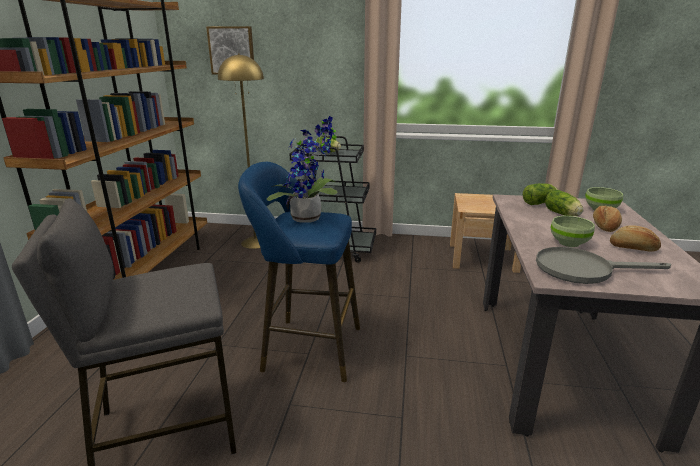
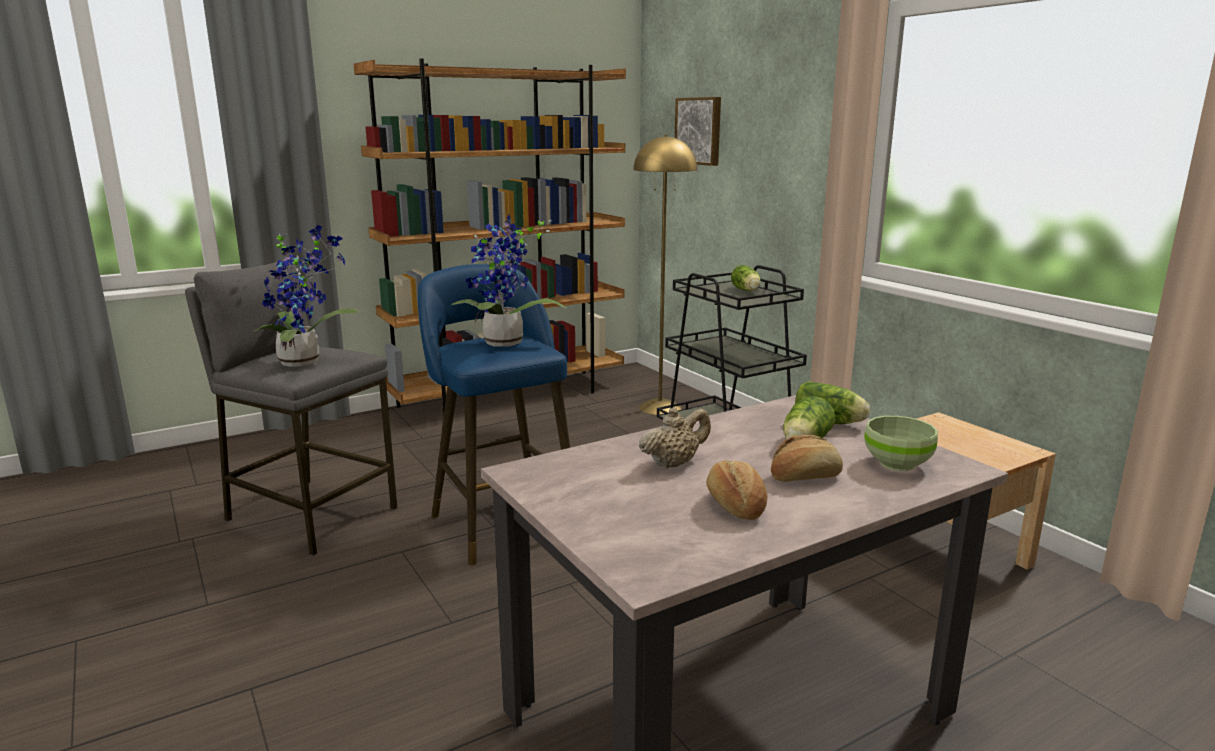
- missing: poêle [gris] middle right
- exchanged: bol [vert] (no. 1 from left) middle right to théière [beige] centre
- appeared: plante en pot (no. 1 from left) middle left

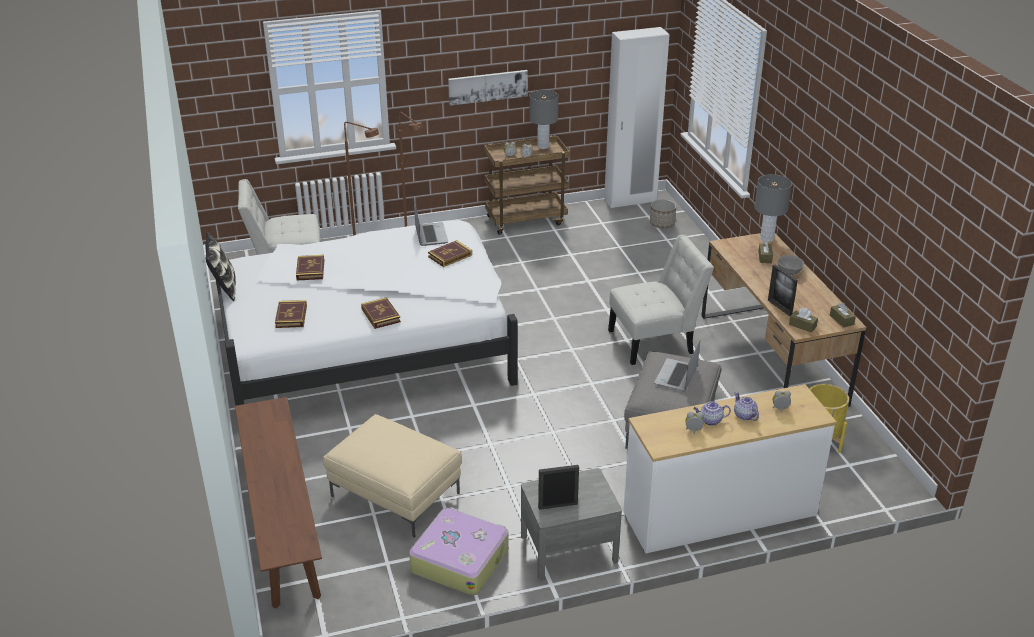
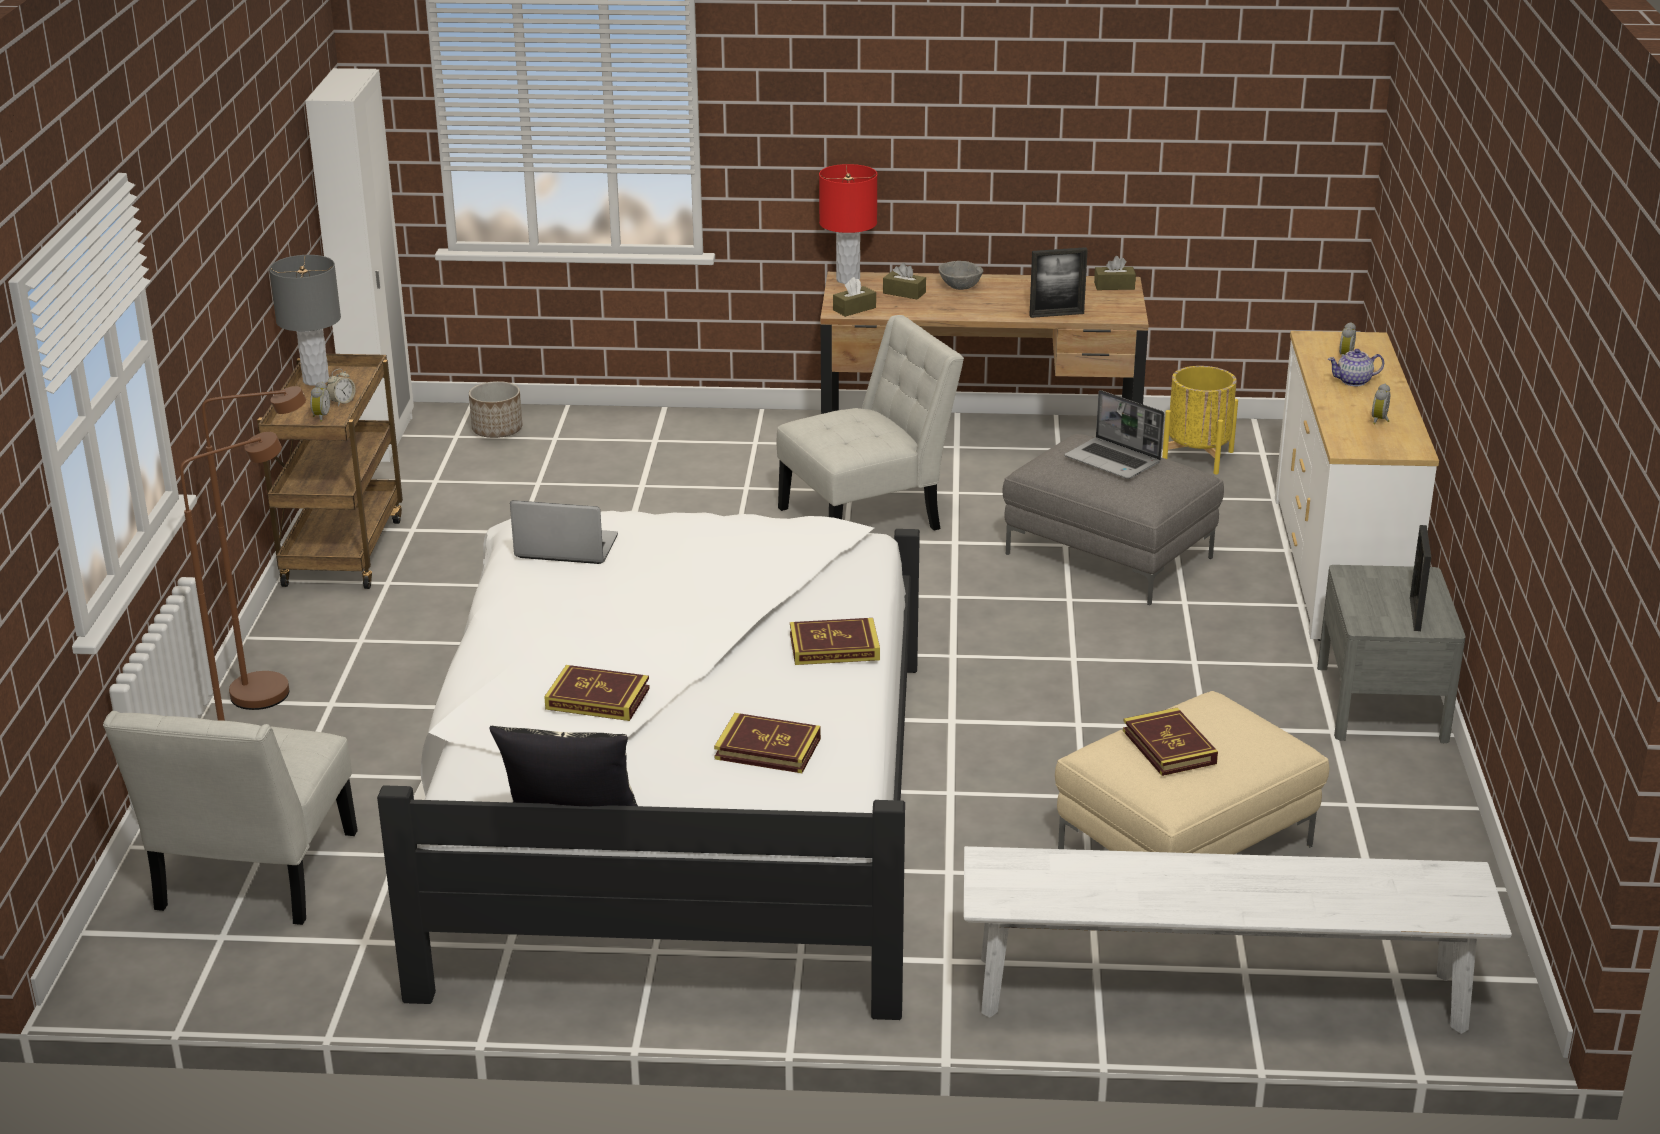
- colour: banc [marron] bottom left to banc [blanc] bottom right
- missing: valise bottom centre
- relocated: livre (no. 4 from left) centre to middle right
- missing: tableau top centre
- spun: chaise [blanc] (no. 2 from left) centre = centre 60 degrees clockwise
- missing: théière (no. 1 from left) middle right
- colour: lampe de table [gris] (no. 2 from left) top right to lampe de table [rouge] top centre
- relocated: boîte à mouchoirs [marron] (no. 2 from left in the first image) middle right to boîte à mouchoirs [marron] (no. 1 from left) top centre

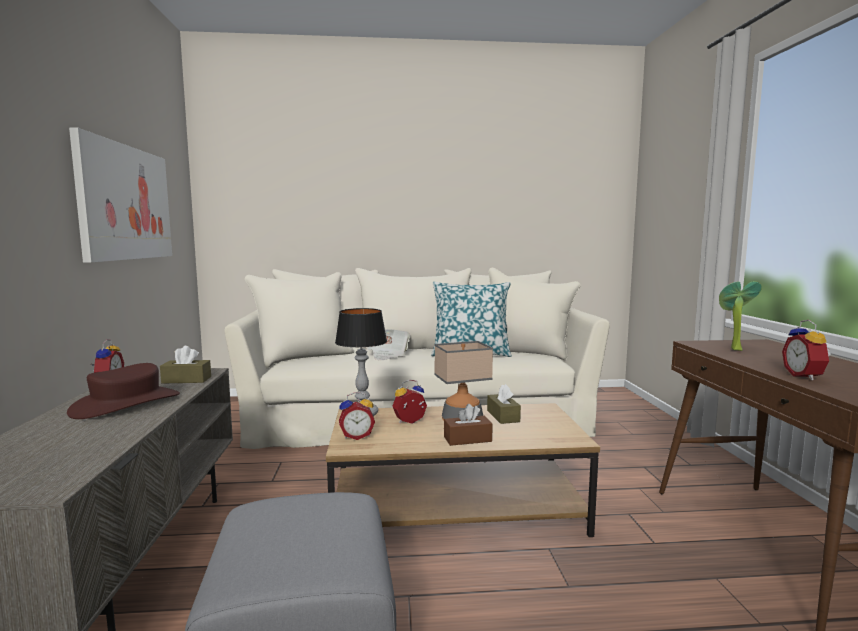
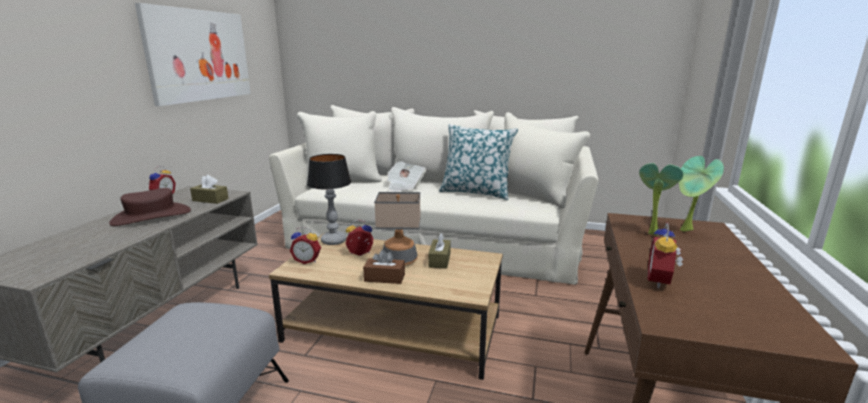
- appeared: plante en pot (no. 2 from left) middle right

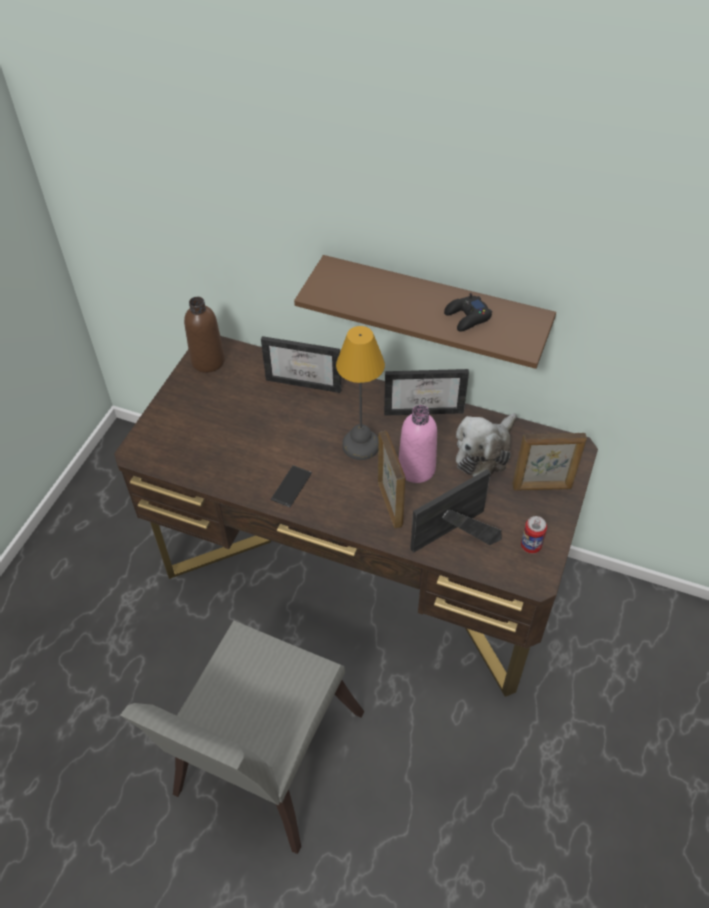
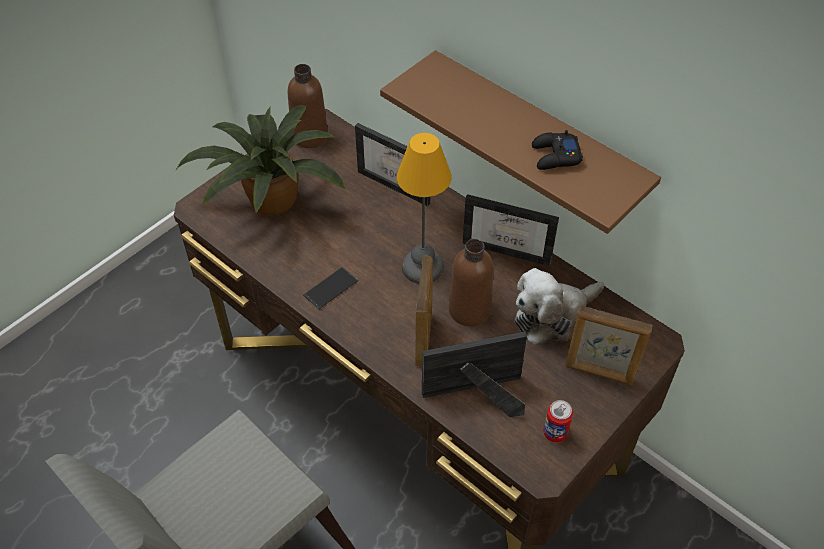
- colour: bouteille [rose] centre to bouteille [marron] (no. 2 from left) centre
- appeared: plante en pot top left

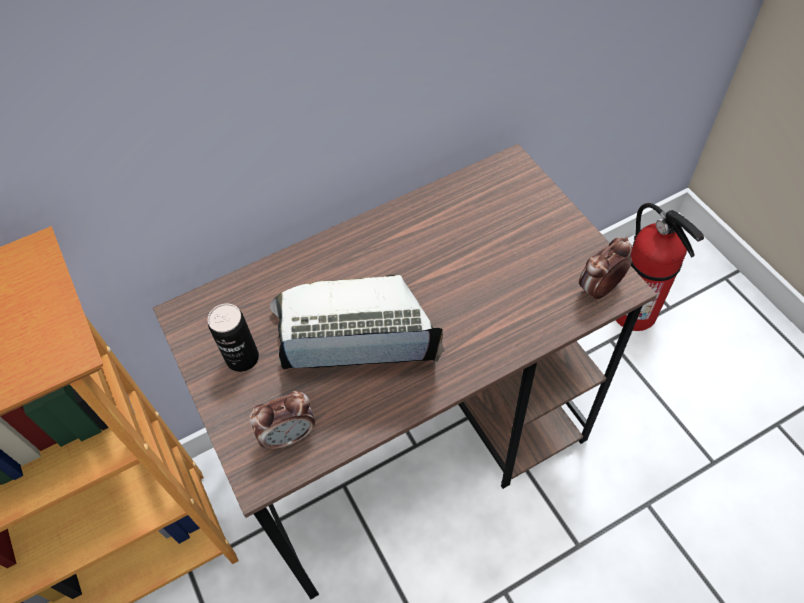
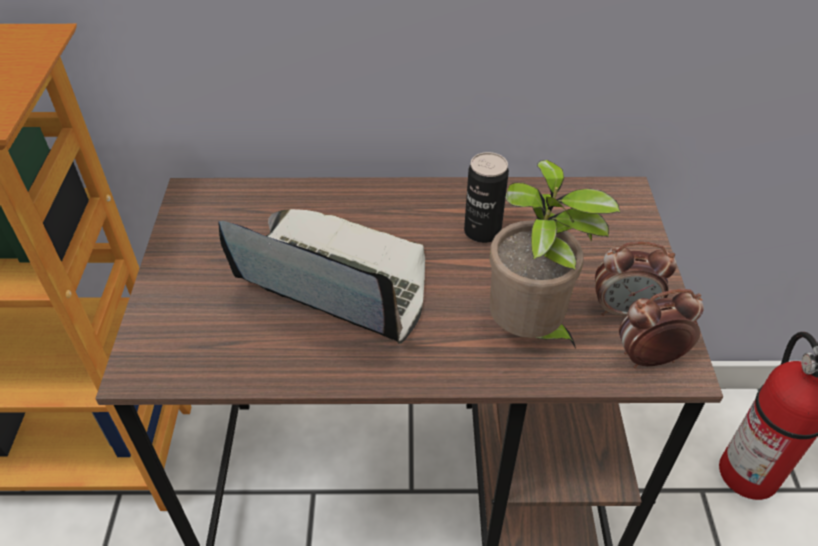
- relocated: boîte métallique middle left to centre
- relocated: réveil (no. 1 from left) bottom centre to middle right
- appeared: plante en pot middle right

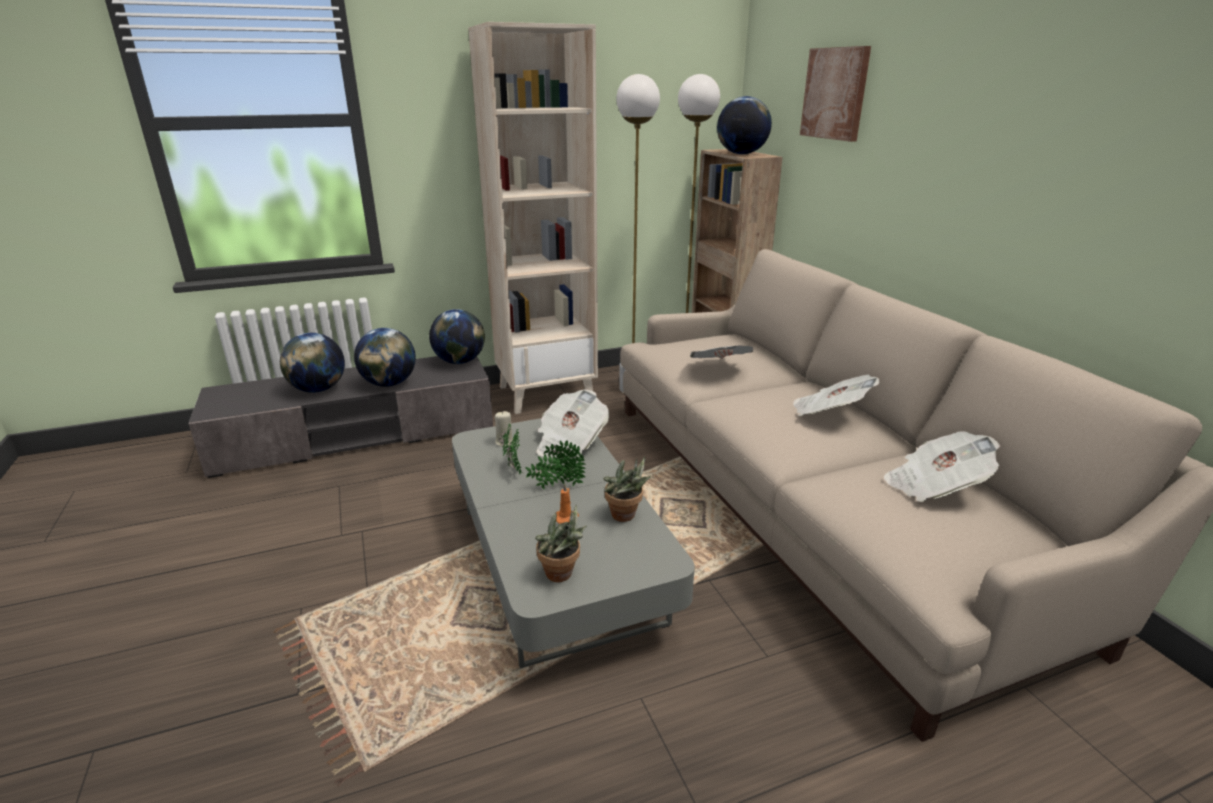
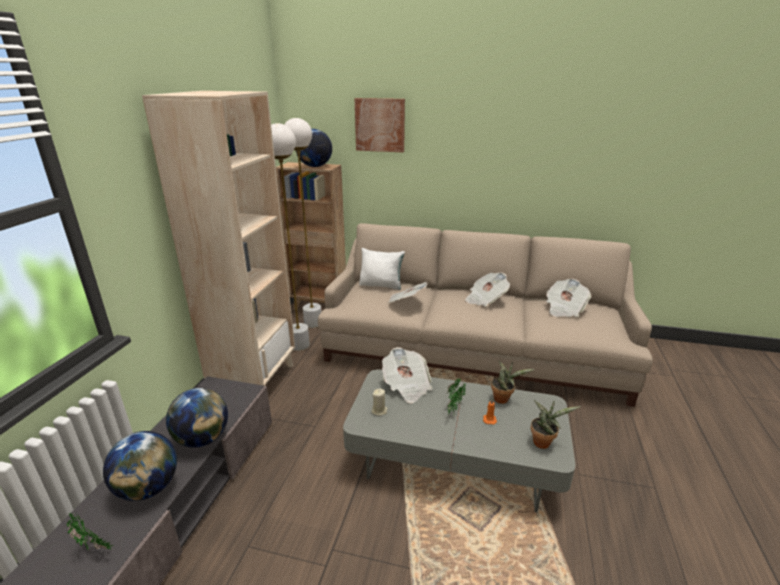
- missing: globe (no. 3 from left) centre
- relocated: plante en pot (no. 1 from left) centre to bottom left
- appeared: coussin [blanc] centre

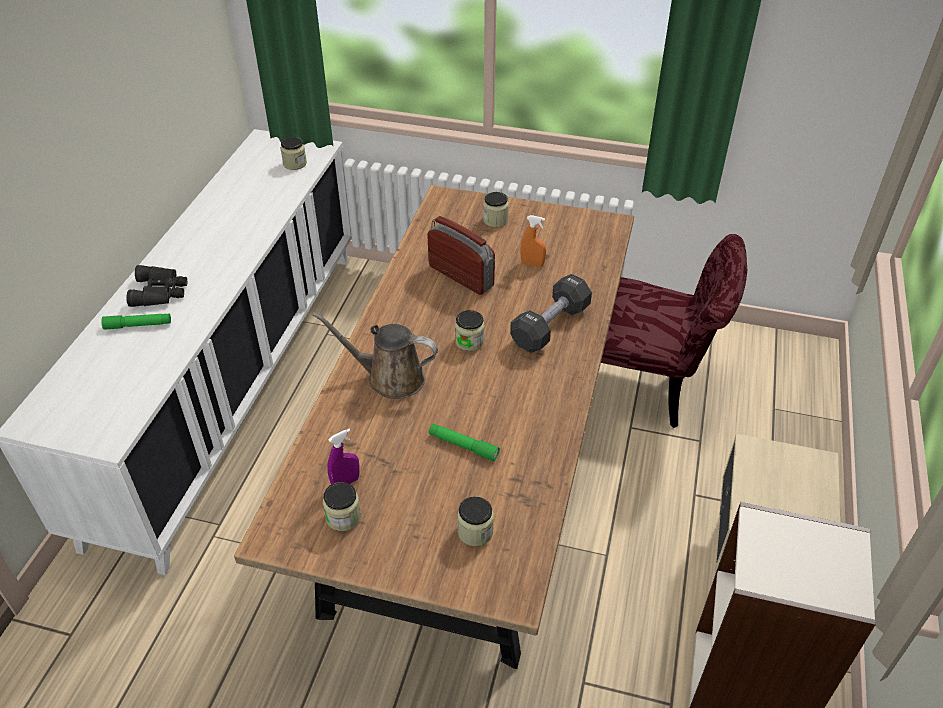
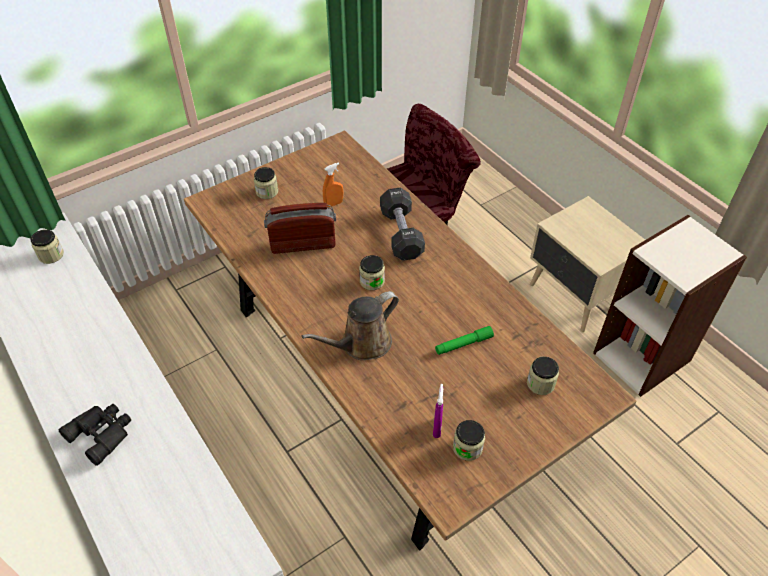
- missing: lampe de poche [vert] (no. 1 from left) middle left

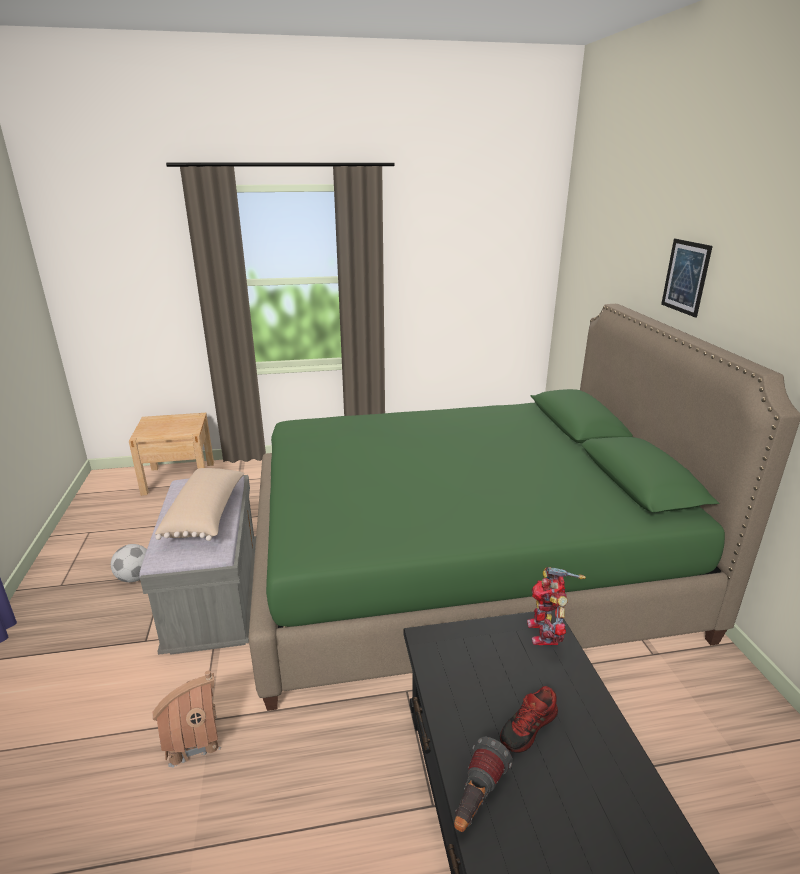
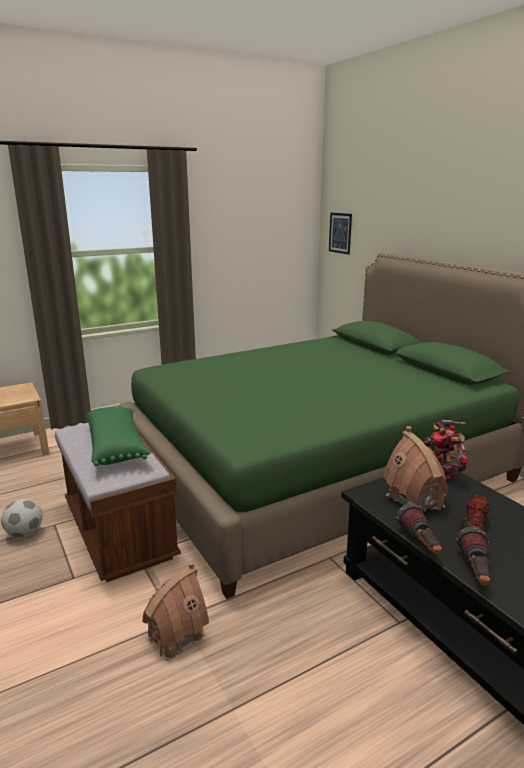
- colour: banc [gris] middle left to banc [marron] middle left
- colour: coussin [beige] middle left to coussin [vert] middle left
- relocated: tableau top right to top centre
- appeared: maison miniature (no. 2 from left) middle right
- appeared: lampe de poche (no. 1 from left) bottom right

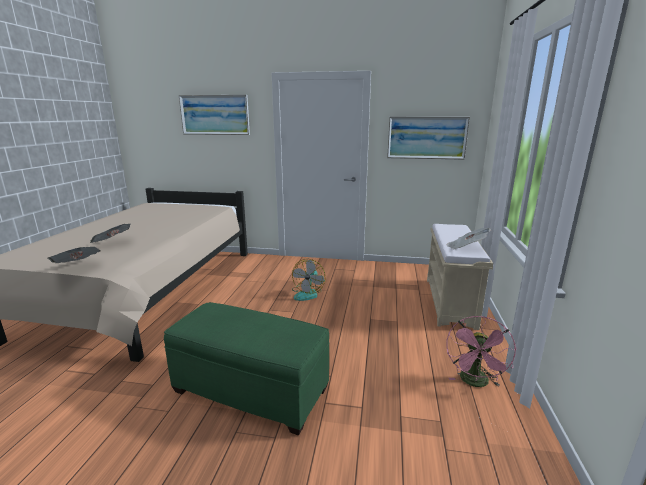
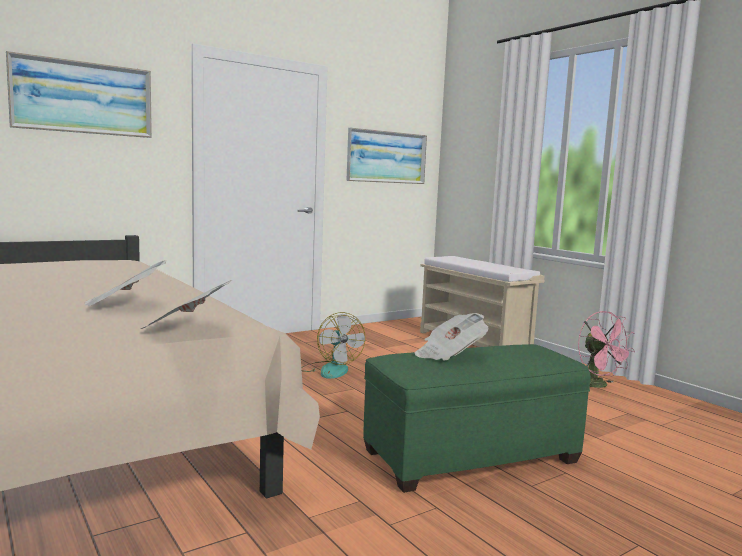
- relocated: journal (no. 3 from left) middle right to centre

